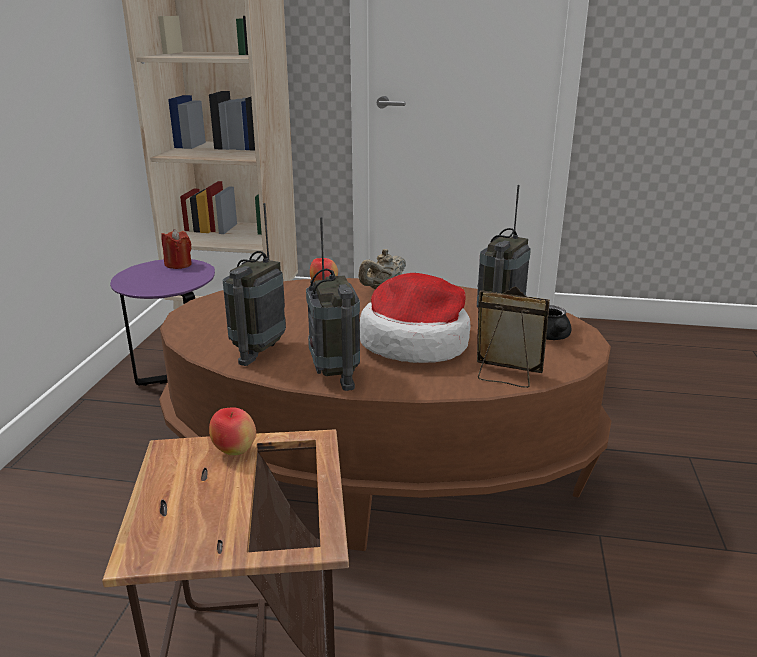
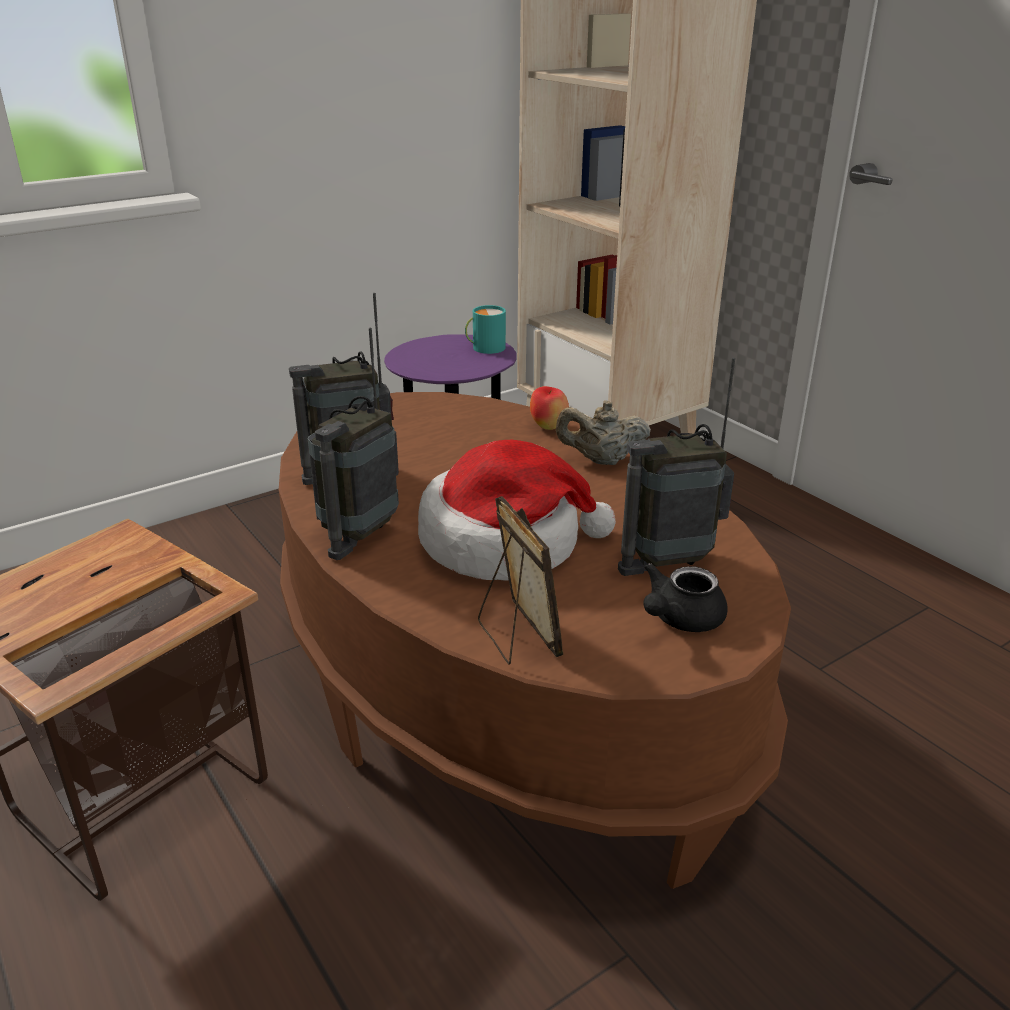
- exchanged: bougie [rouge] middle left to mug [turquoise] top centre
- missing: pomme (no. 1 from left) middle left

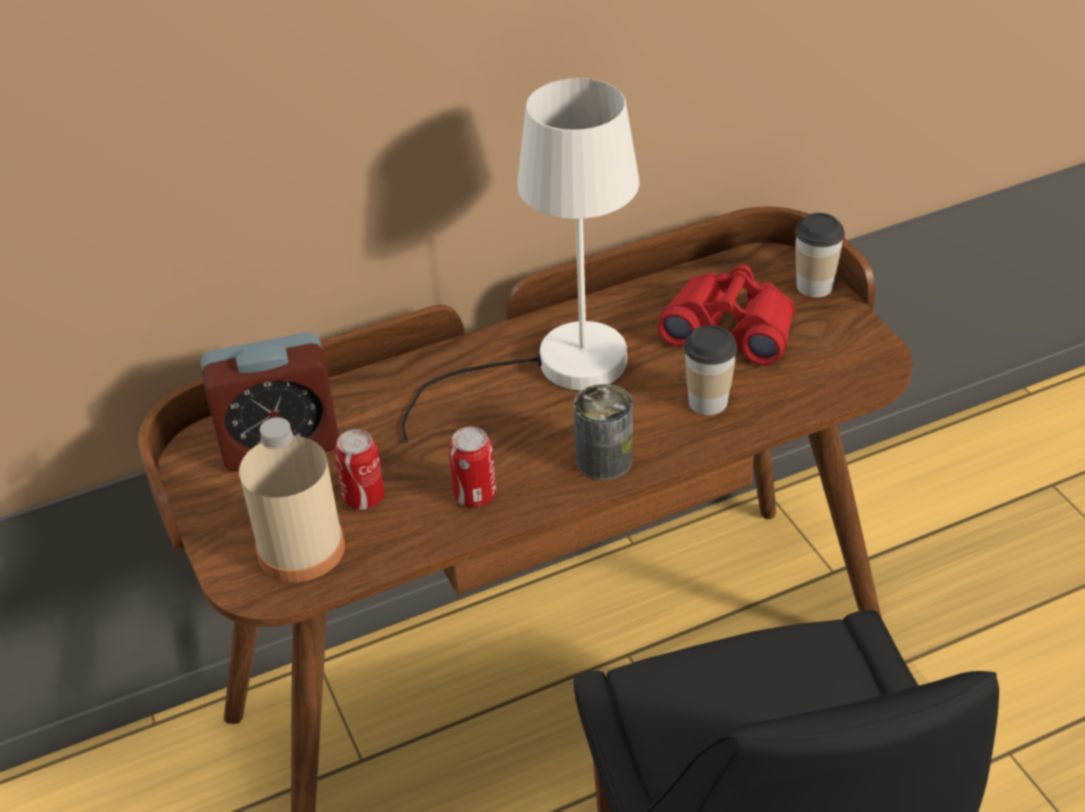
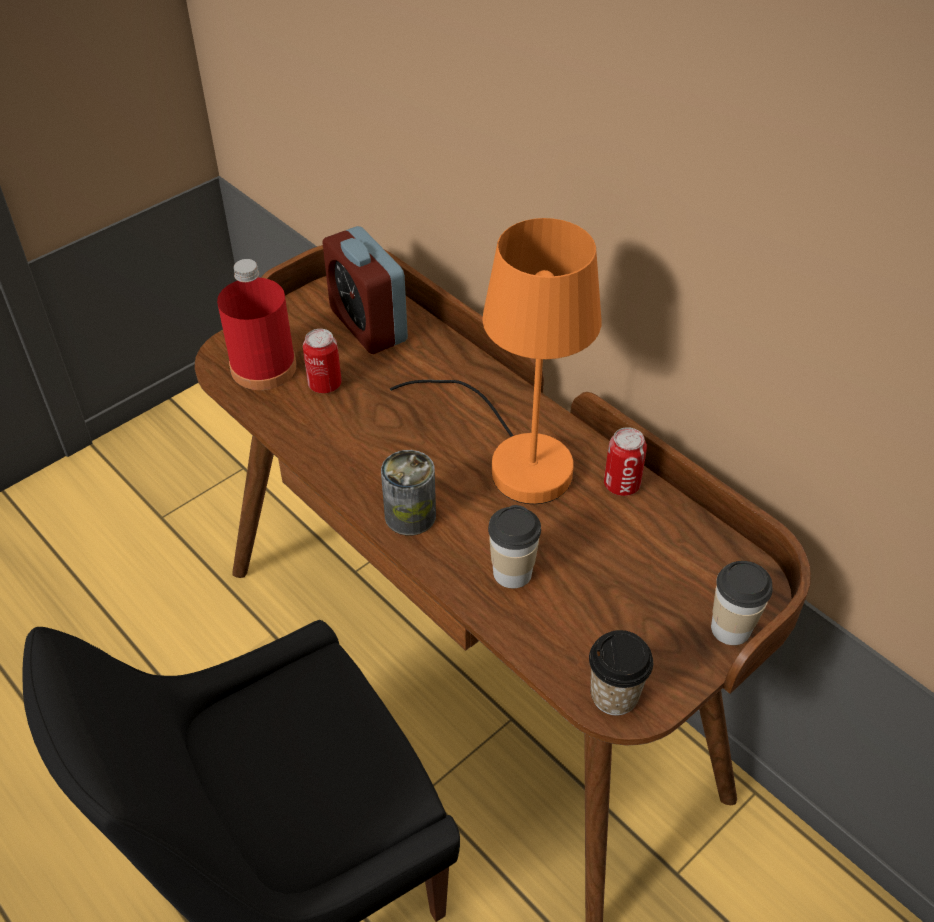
- colour: bouteille [beige] middle left to bouteille [rouge] middle left
- colour: lampe de table [blanc] top centre to lampe de table [orange] centre
- relocated: boîte métallique (no. 2 from left in the first image) centre to boîte métallique (no. 3 from left) middle right
- missing: jumelles [rouge] middle right
- appeared: tasse (no. 2 from left) bottom centre

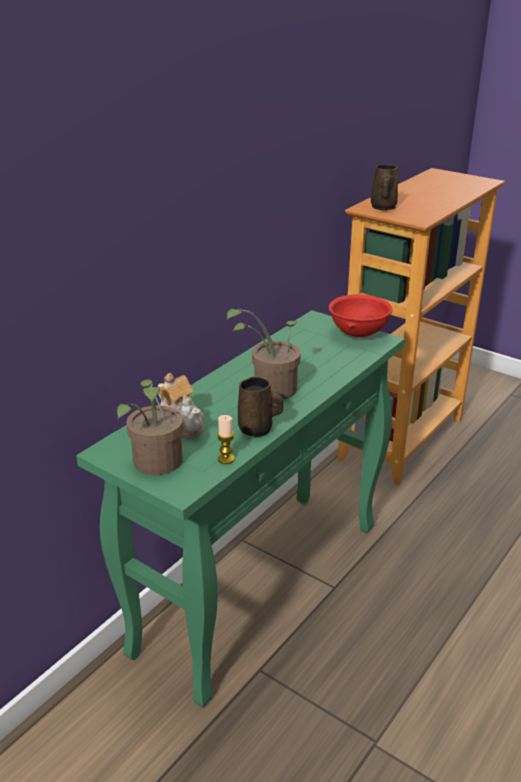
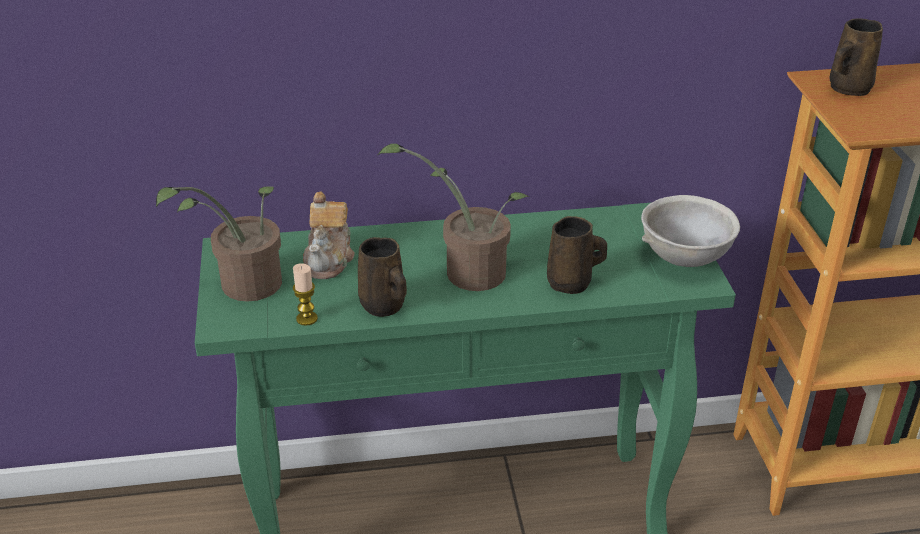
- colour: bol [rouge] middle right to bol [gris] middle right
- appeared: mug [marron] (no. 2 from left) centre

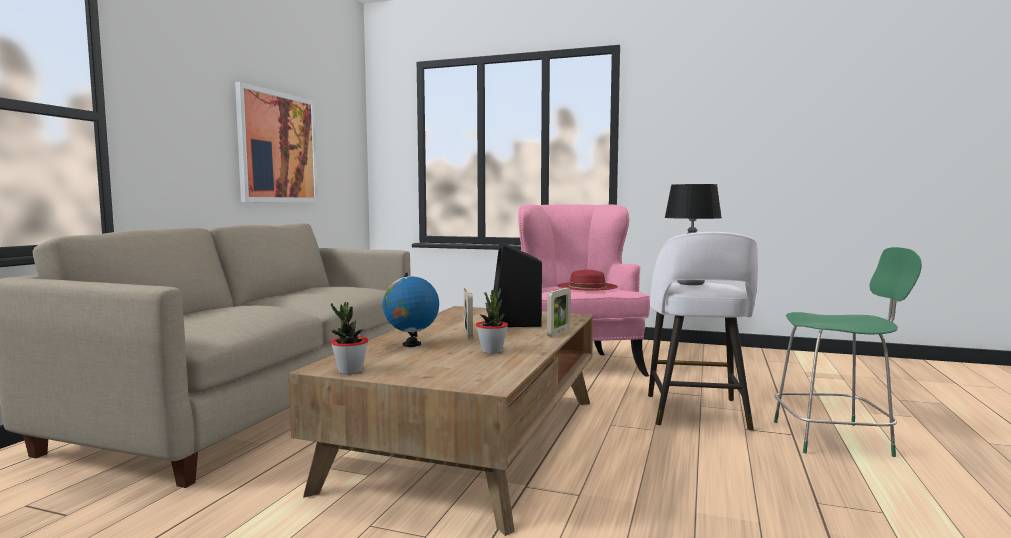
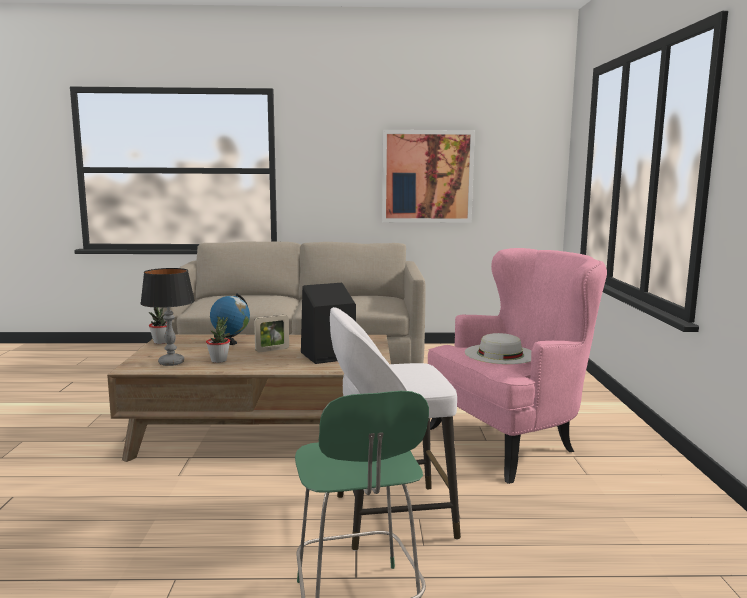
- missing: cadre photo (no. 2 from left) centre
- colour: chapeau [rouge] centre to chapeau [blanc] middle right
- relocated: lampe de table middle right to middle left

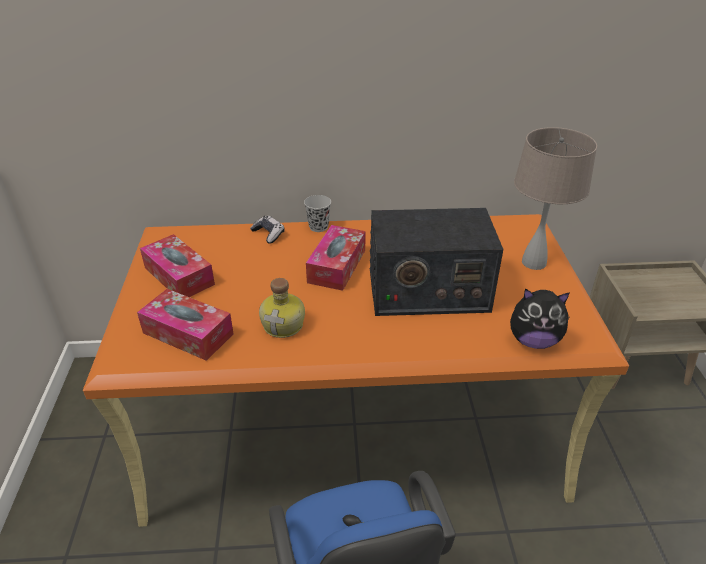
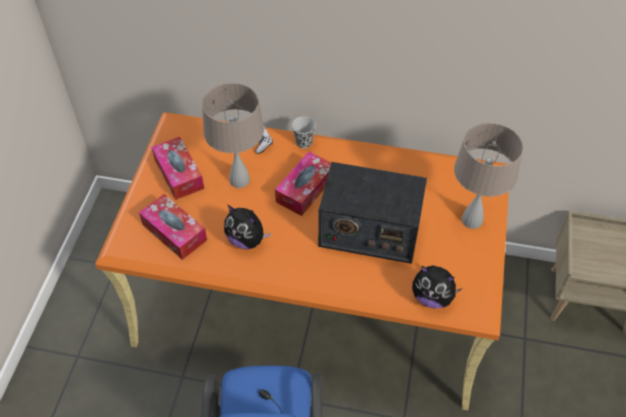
- exchanged: bouteille centre to peluche (no. 1 from left) centre
- appeared: lampe de table [beige] (no. 1 from left) top centre

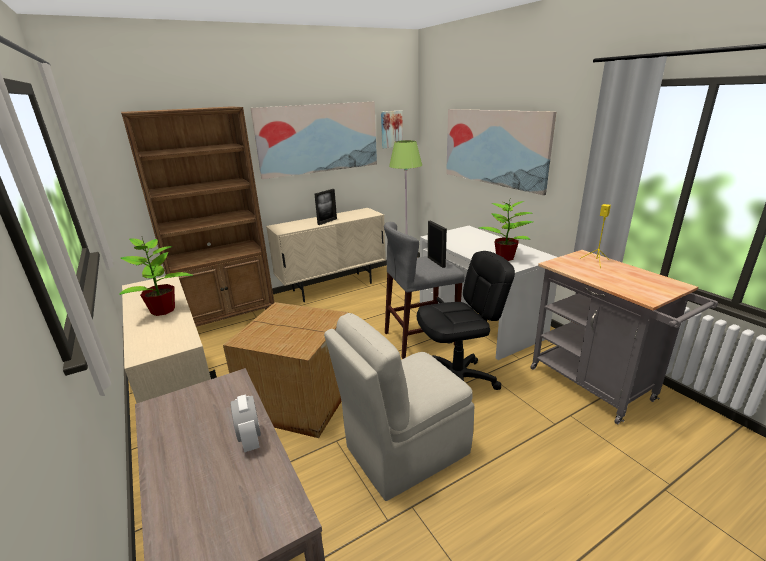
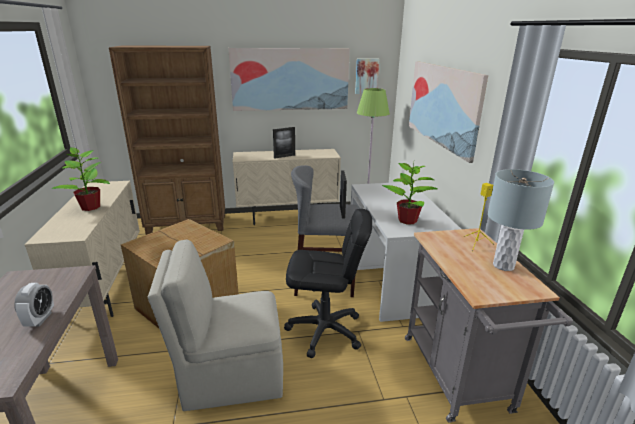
- appeared: lampe de table [gris] middle right

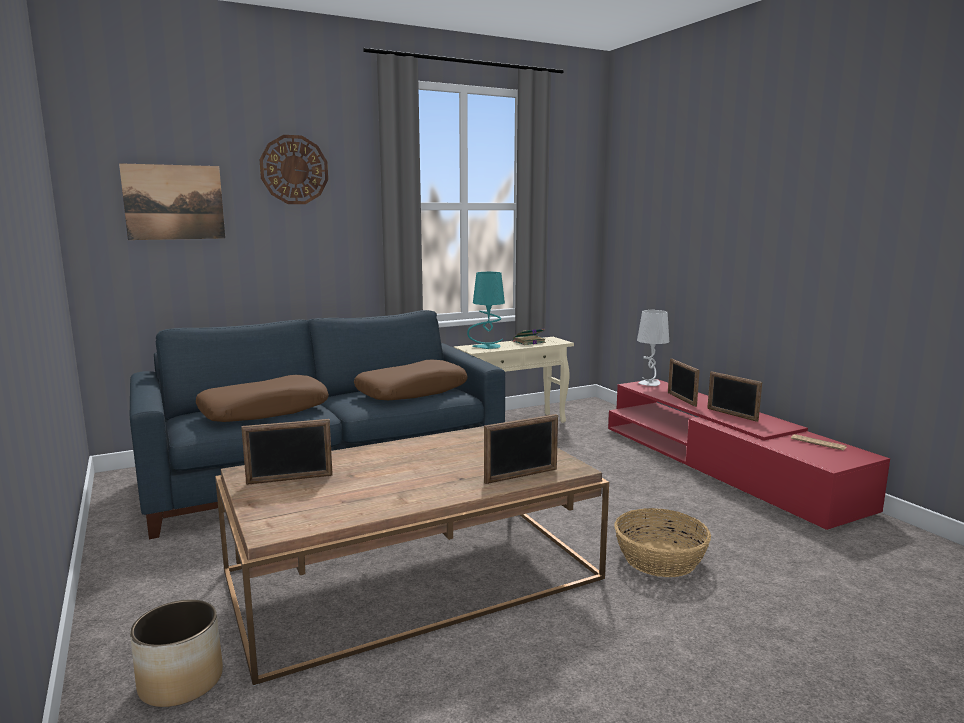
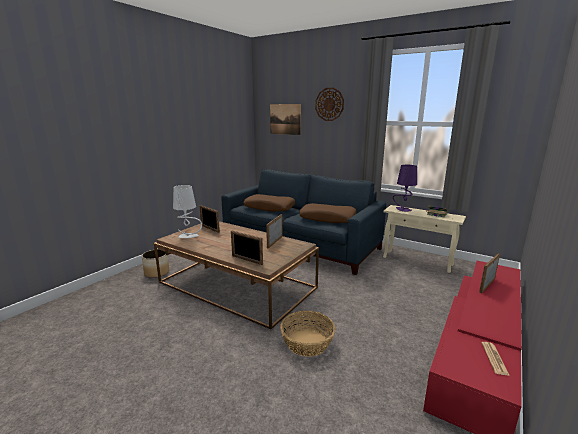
- colour: lampe de table [turquoise] centre to lampe de table [violet] middle right
- relocated: lampe de table [gris] middle right to middle left
- relocated: cadre photo (no. 4 from left in the first image) middle right to cadre photo (no. 3 from left) centre

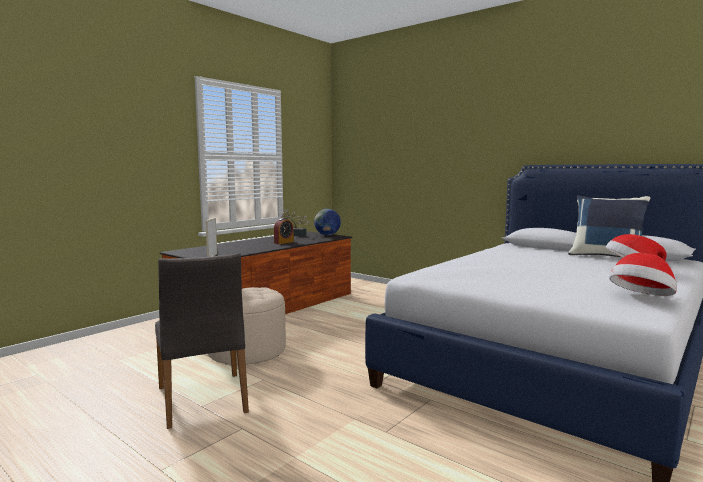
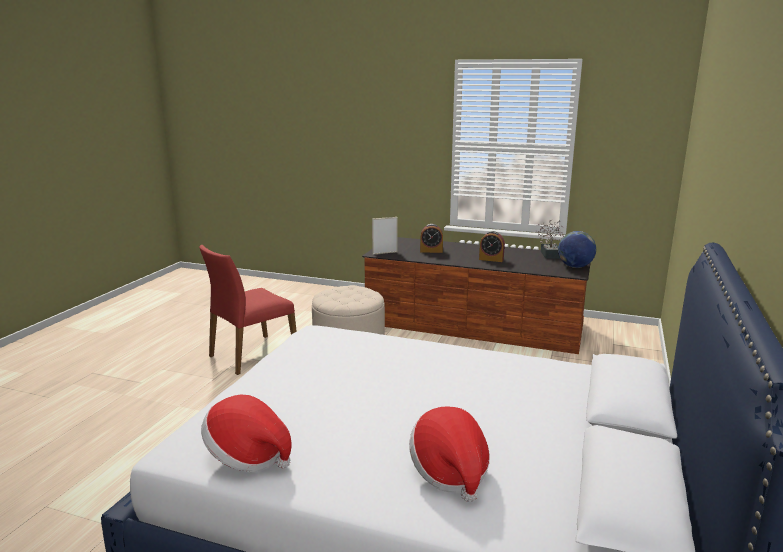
- colour: chaise [gris] bottom left to chaise [rouge] middle left
- missing: coussin [bleu] middle right
- appeared: réveil (no. 1 from left) centre

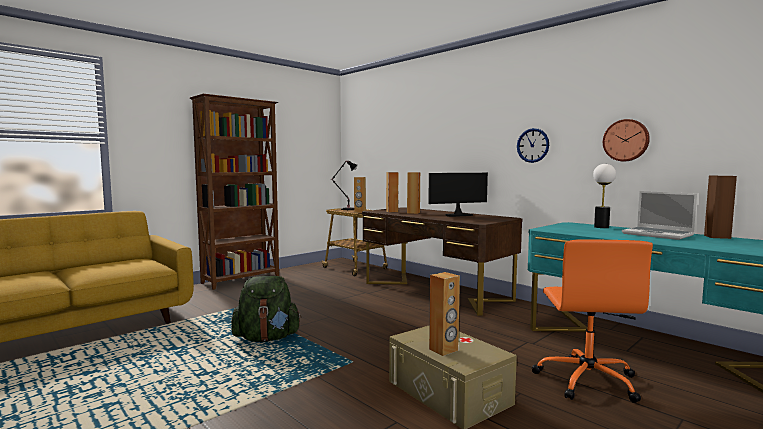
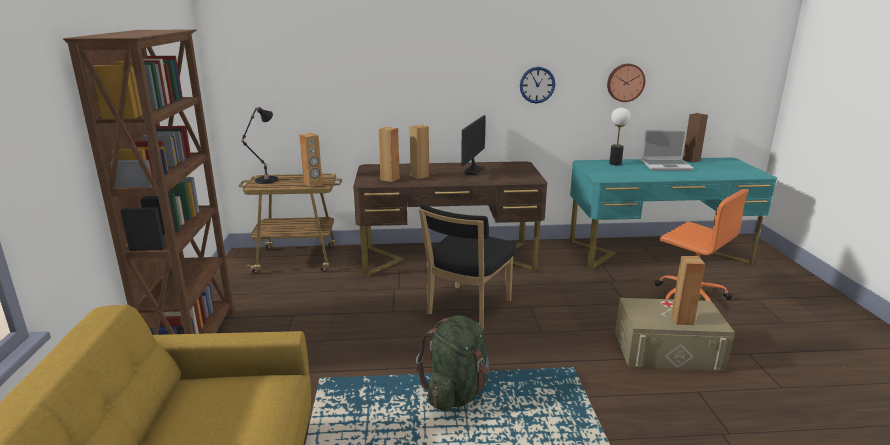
- appeared: chaise [noir] centre

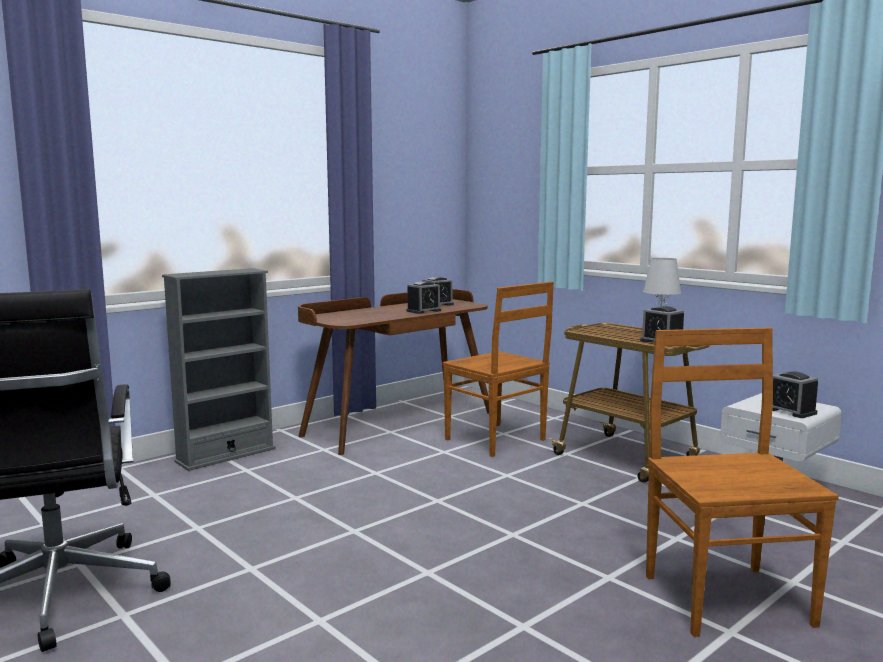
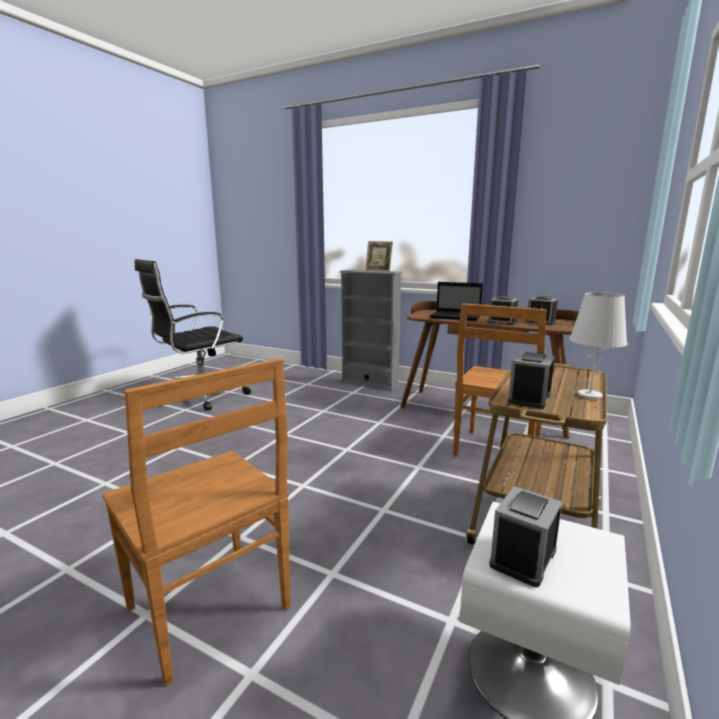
- spun: chaise [marron] (no. 2 from left in the first image) bottom right = bottom left 75 degrees clockwise
- appeared: cadre photo centre
- appeared: ordinateur portable centre

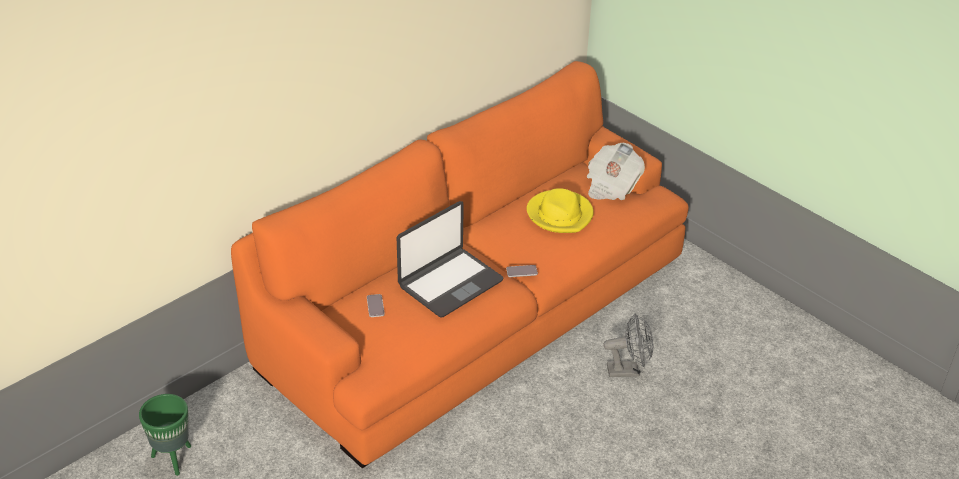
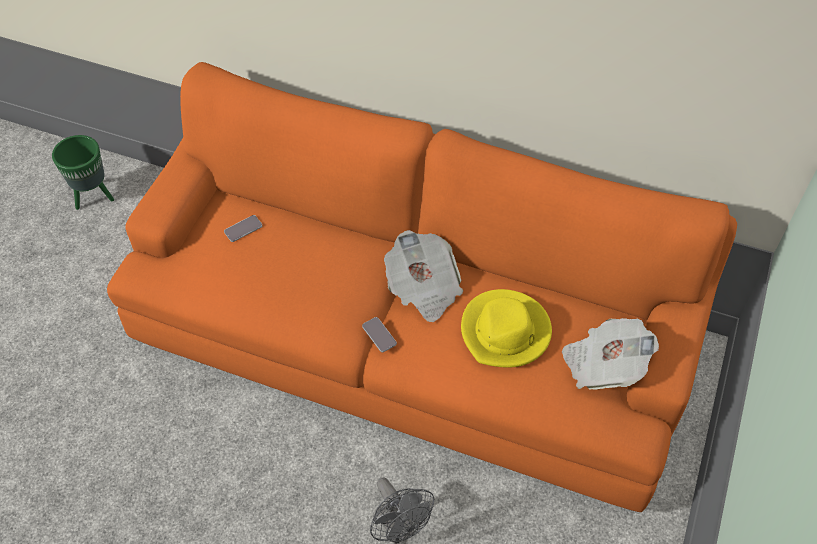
- missing: ordinateur portable centre
- appeared: journal (no. 1 from left) centre

